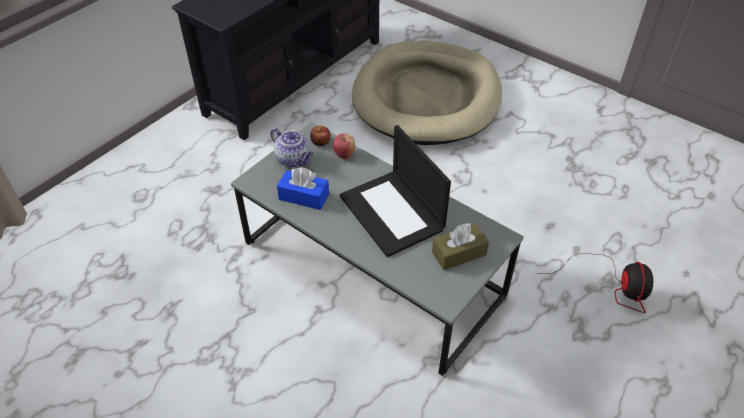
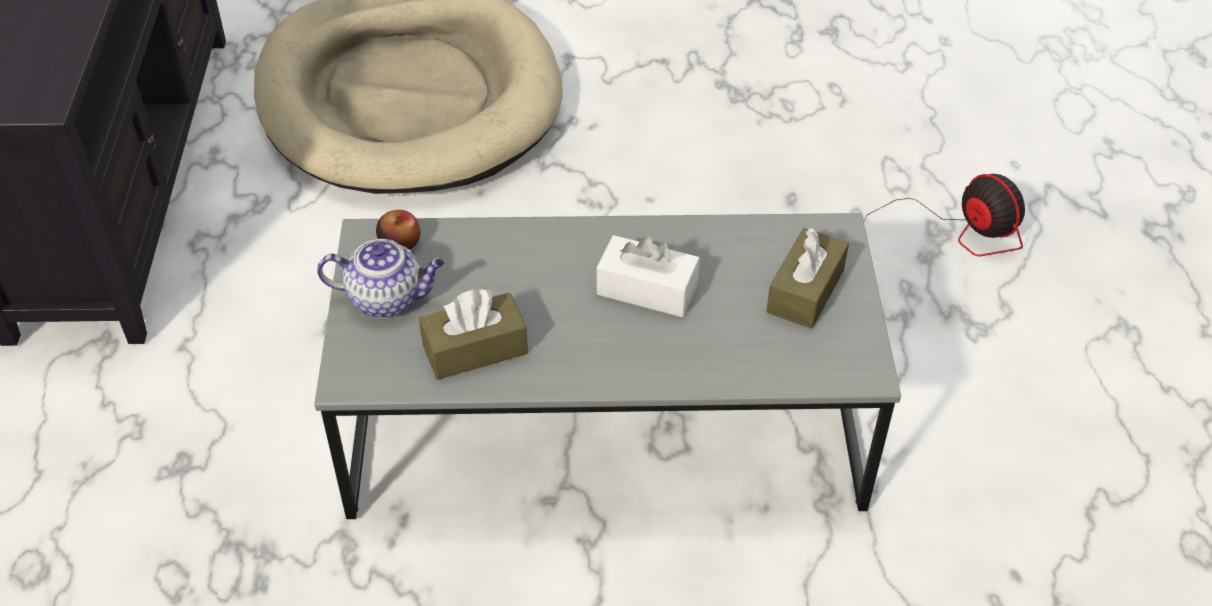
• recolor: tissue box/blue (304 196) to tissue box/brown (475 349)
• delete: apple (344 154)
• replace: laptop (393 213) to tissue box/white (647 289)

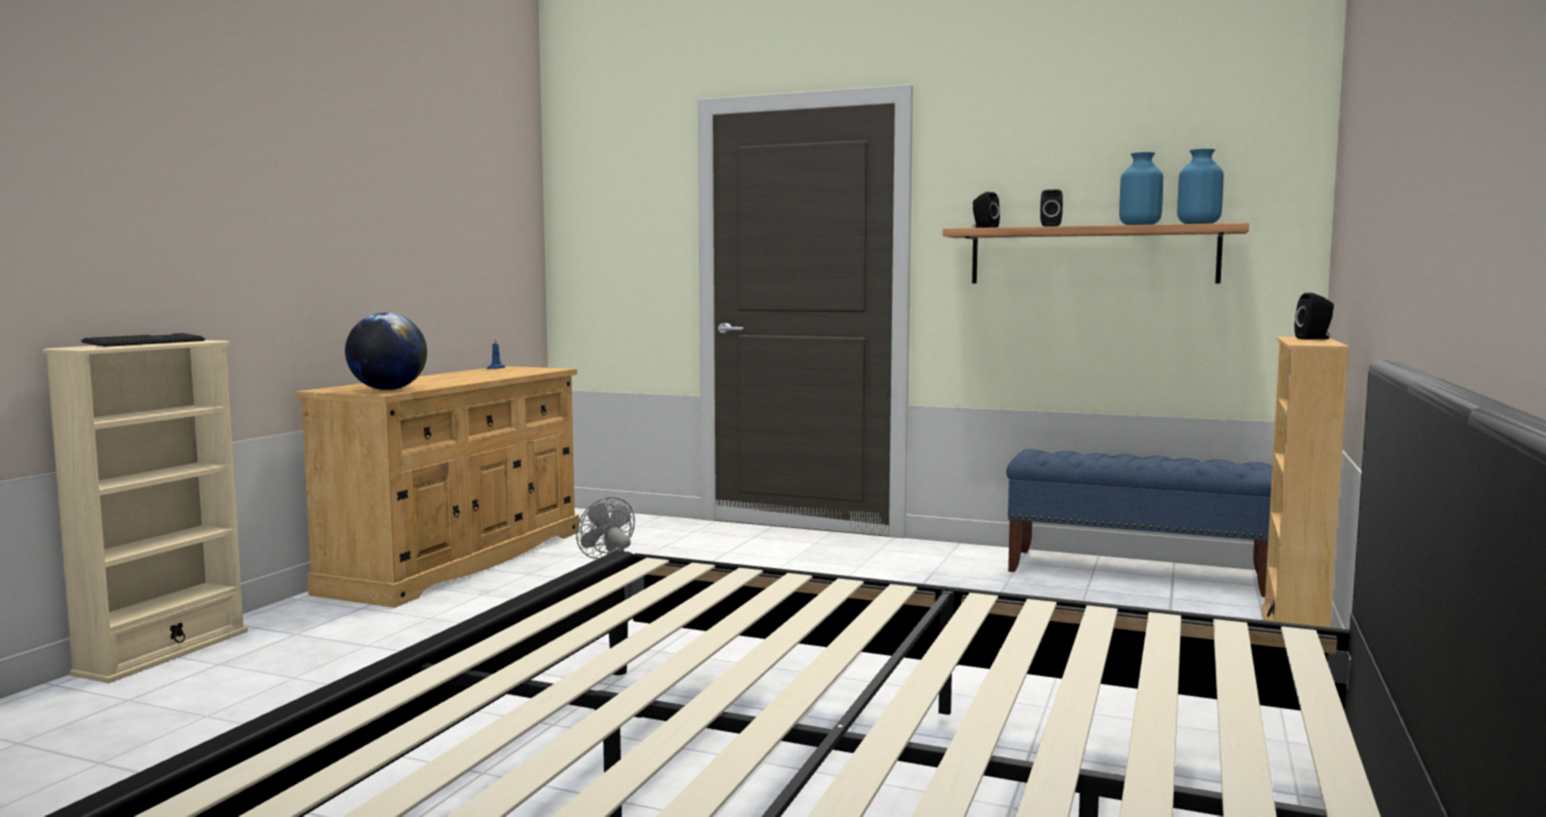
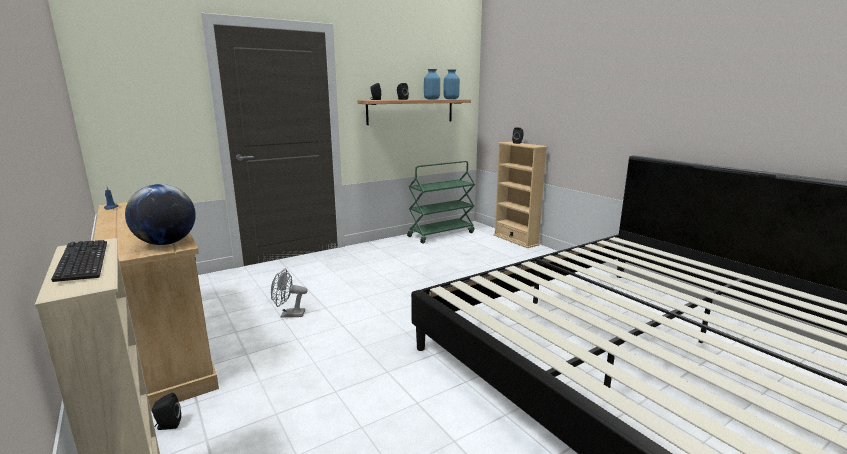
• replace: bench/blue (1136 572) to cart/green (441 234)
• insert: speaker/black (167 425)

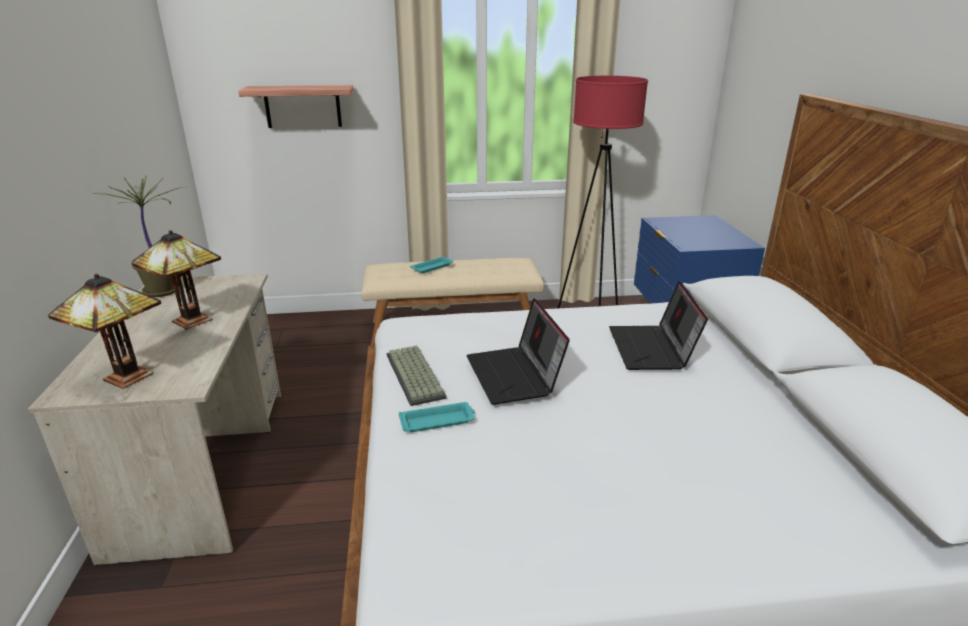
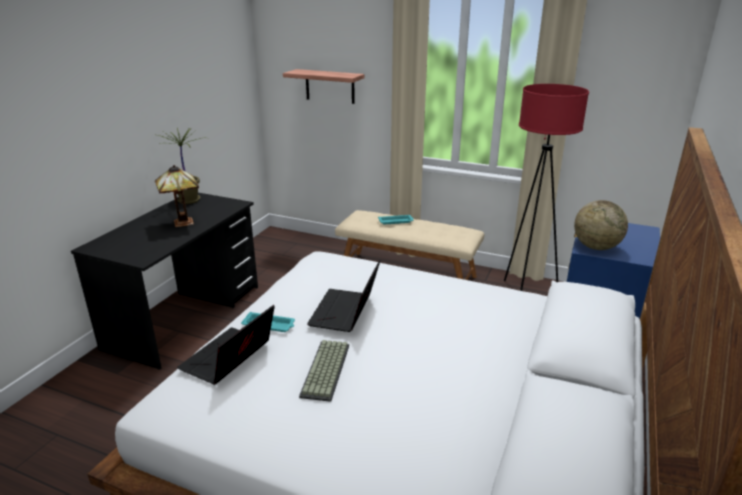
• recolor: desk/beige (205 465) to desk/black (186 316)
• delete: table lamp (127 379)
• move: keyboard (416 376) to (327 371)
• move: laptop (652 349) to (229 359)
• insert: globe (596 247)

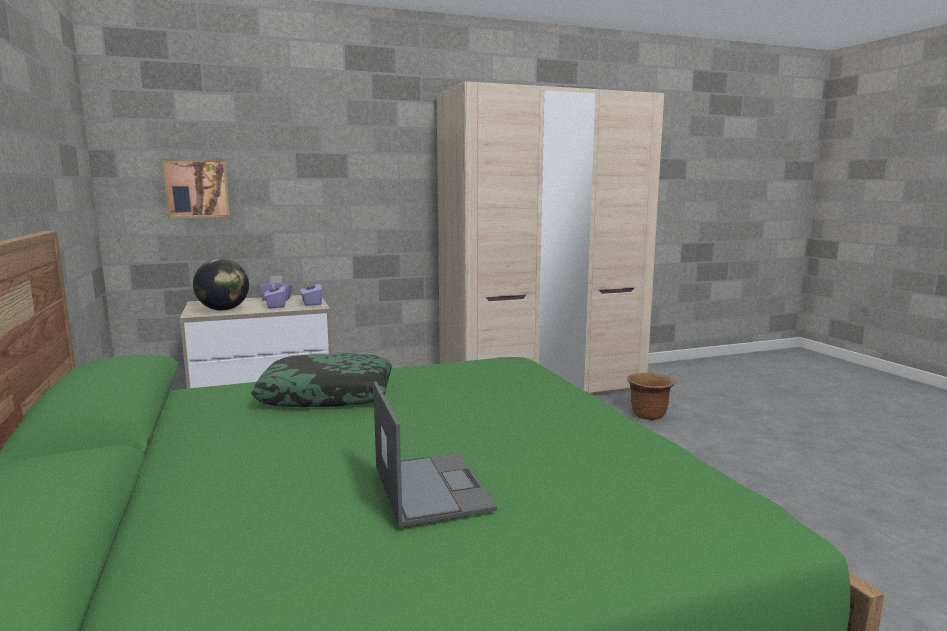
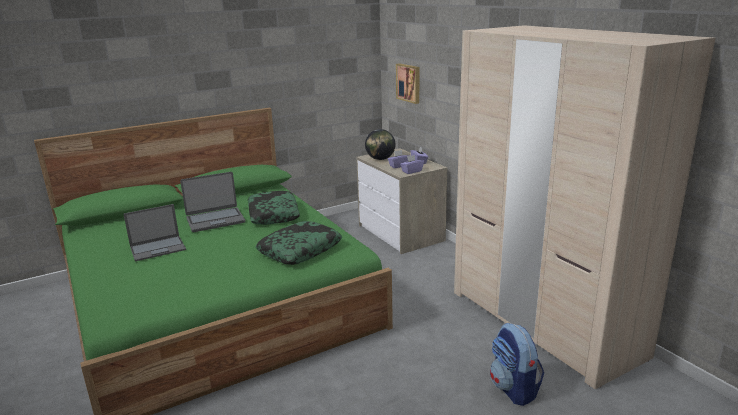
• replace: planter/brown (648 415) to backpack (514 389)
• insert: laptop (215 220)
• insert: pillow (300 250)

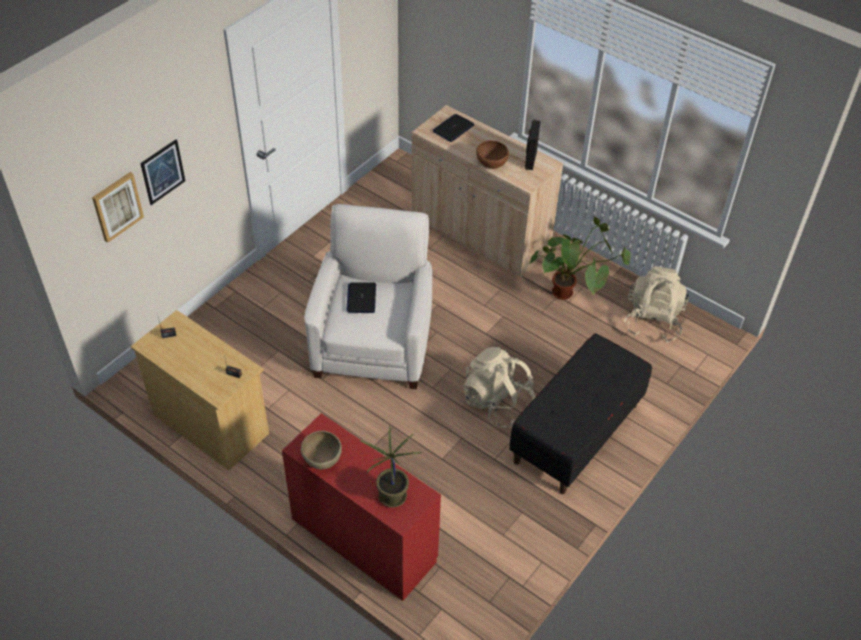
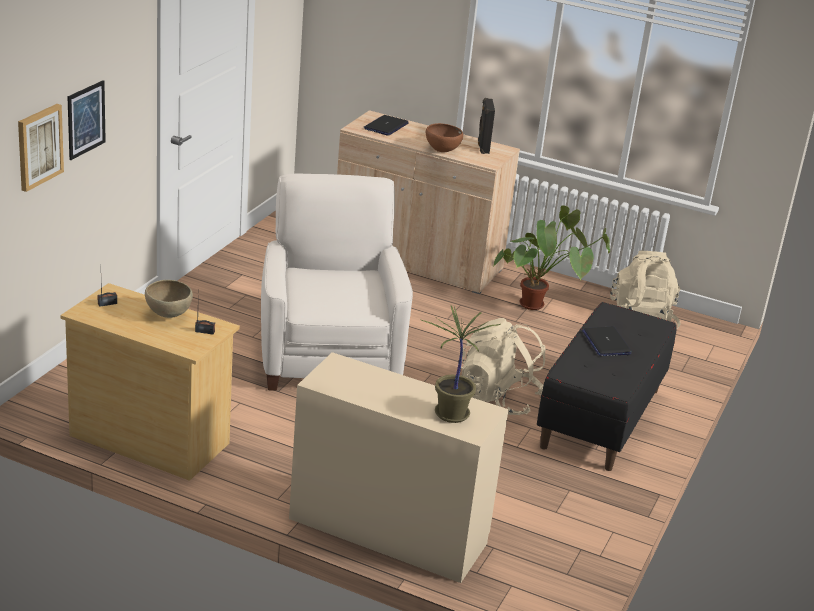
• recolor: desk/red (363 540) to desk/beige (387 530)
• move: bowl/brown (322 460) to (168 315)
• move: laptop (361 298) to (606 342)

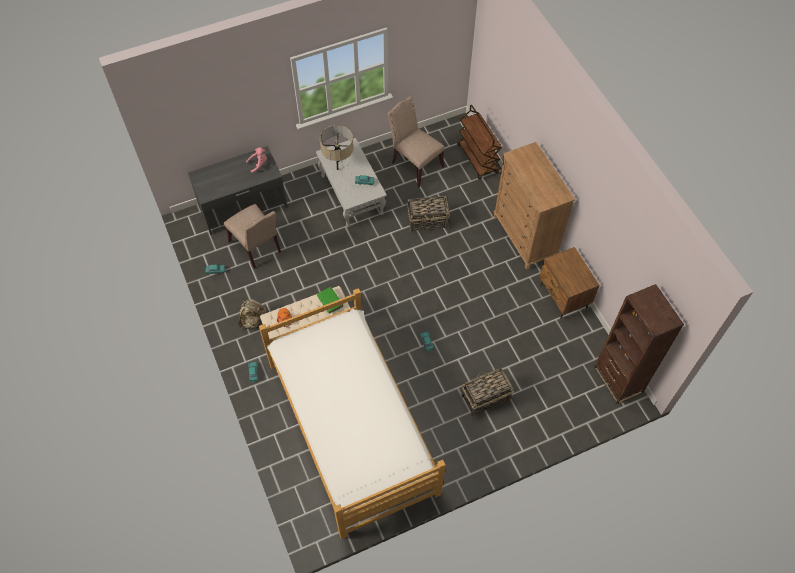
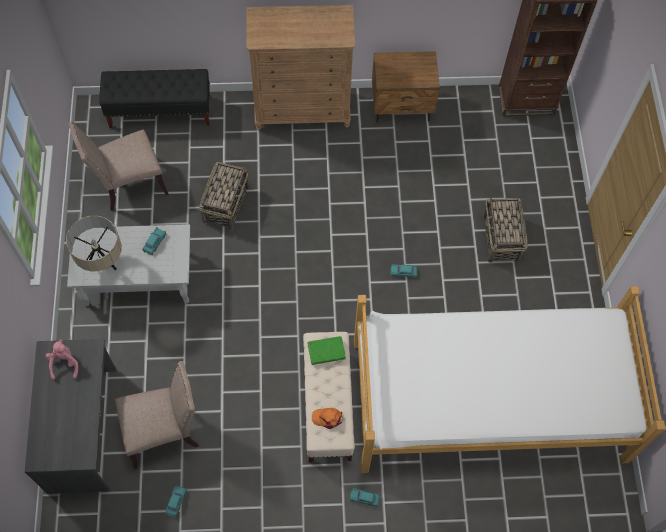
• delete: backpack/beige (253 320)
• replace: cart/brown (477 159) to bench/black (160 111)

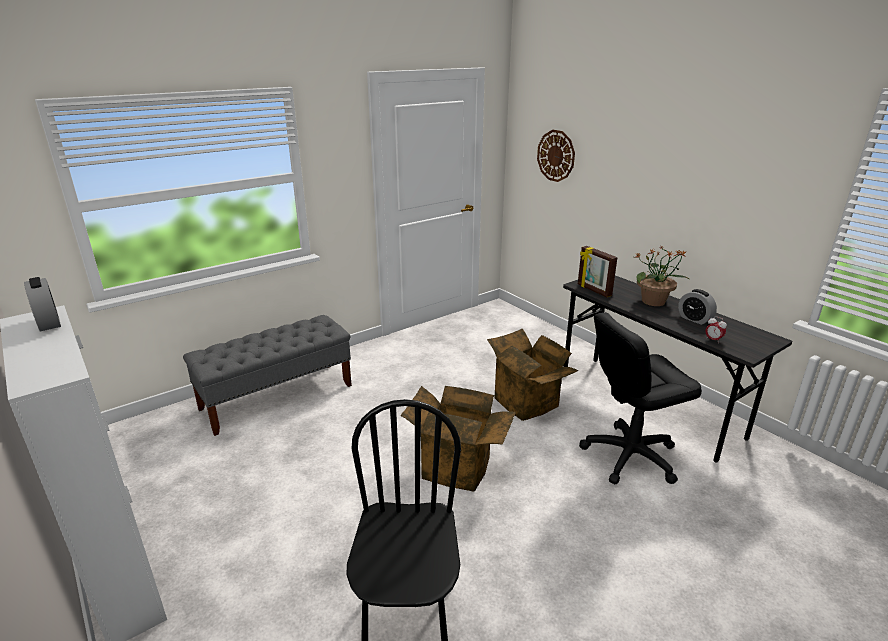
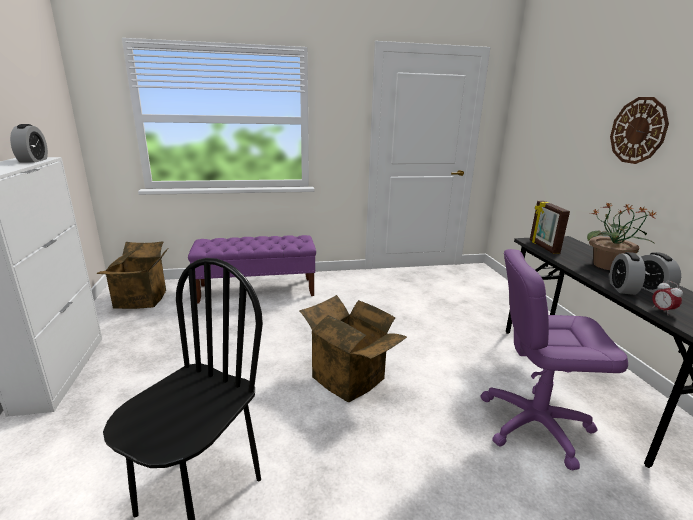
• recolor: bench/grey (277 397) to bench/purple (257 290)
• move: cardboard box (529 402) to (143 299)
• move: wall clock (556 155) to (638 130)
• recolor: office chair/black (630 456) to office chair/purple (534 424)
• insert: alarm clock (622 288)

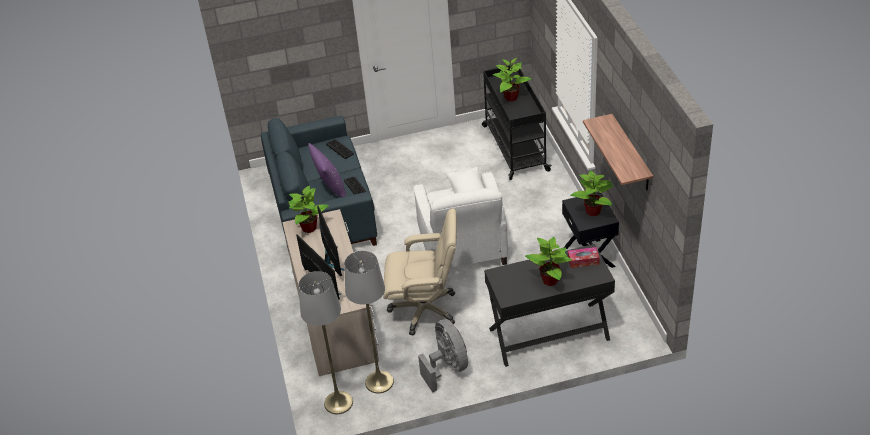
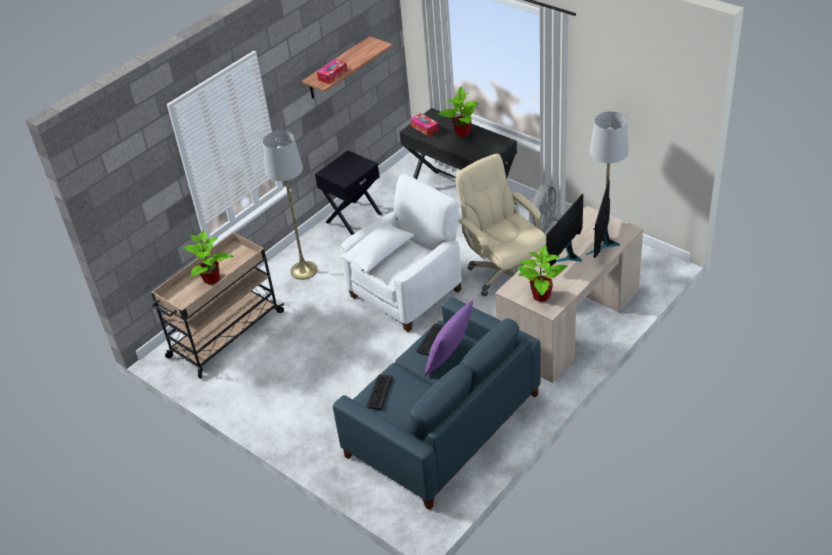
• move: floor lamp/grey (338 402) to (303 270)
• recolor: cart/black (514 147) to cart/beige (224 335)
• delete: potted plant (593 211)
• insert: tissue box (332 75)

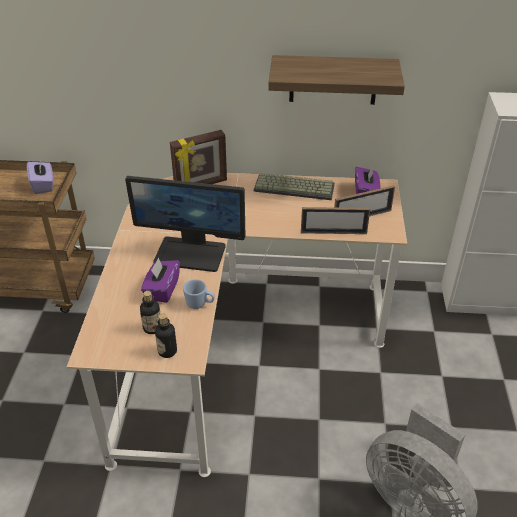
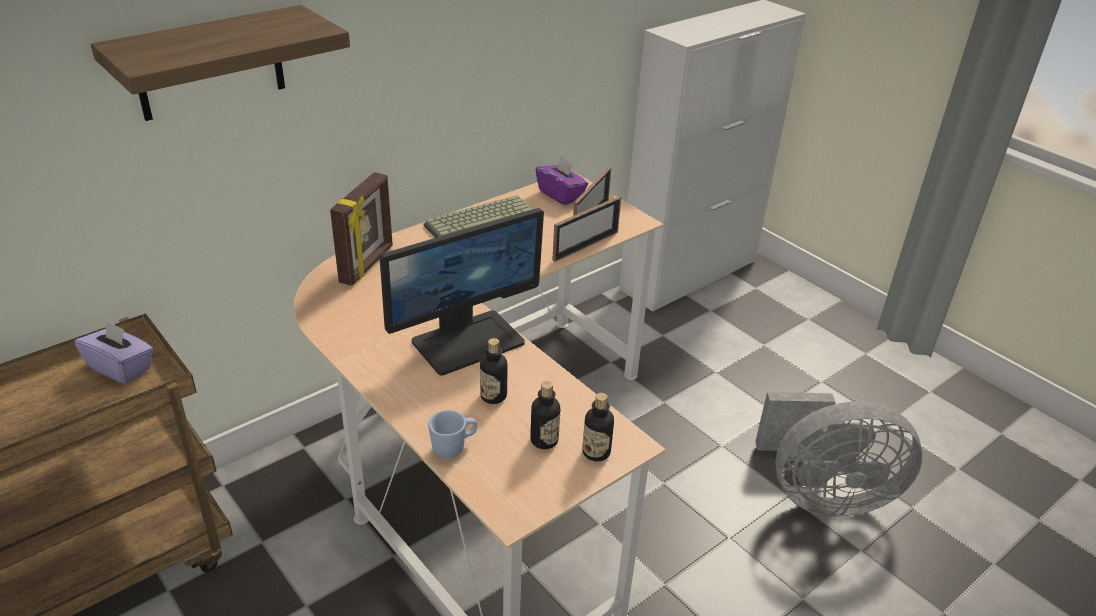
• replace: tissue box/purple (162 290) to bottle (493 396)
• move: mug/blue (200 304) to (454 447)
• move: shelf (333 80) to (210 63)

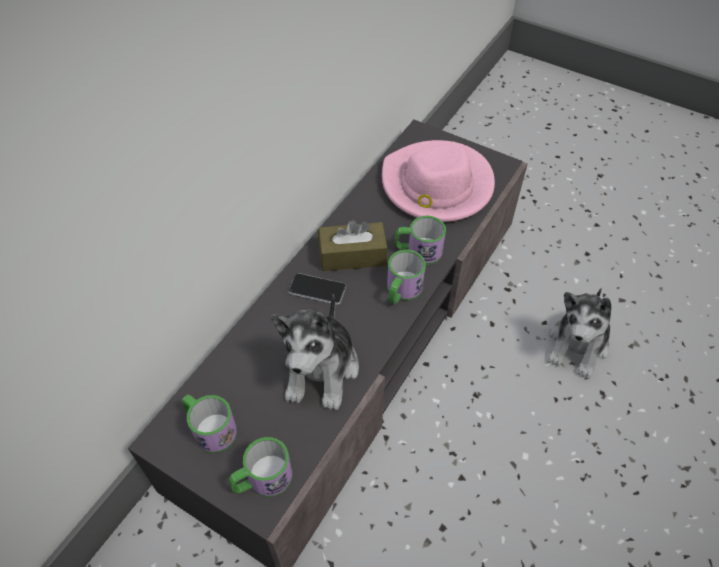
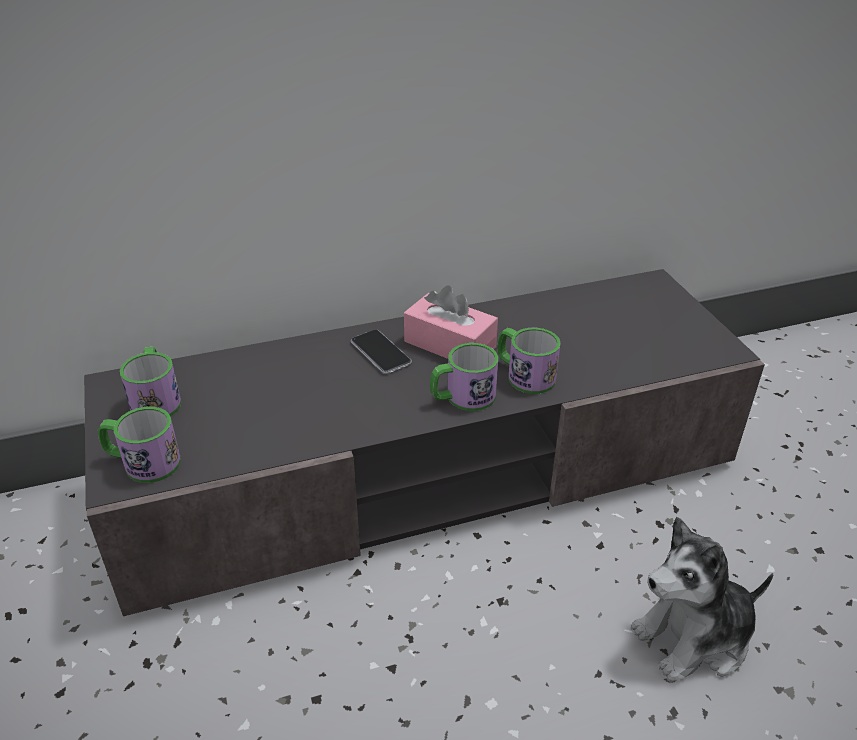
• delete: plush toy (321 369)
• recolor: tissue box/brown (352 255) to tissue box/pink (450 344)
• delete: hat/pink (436 186)

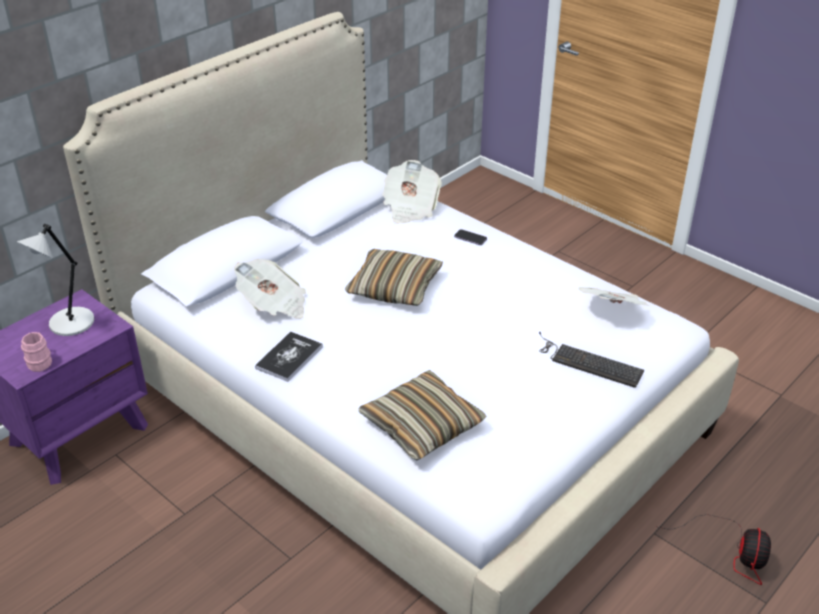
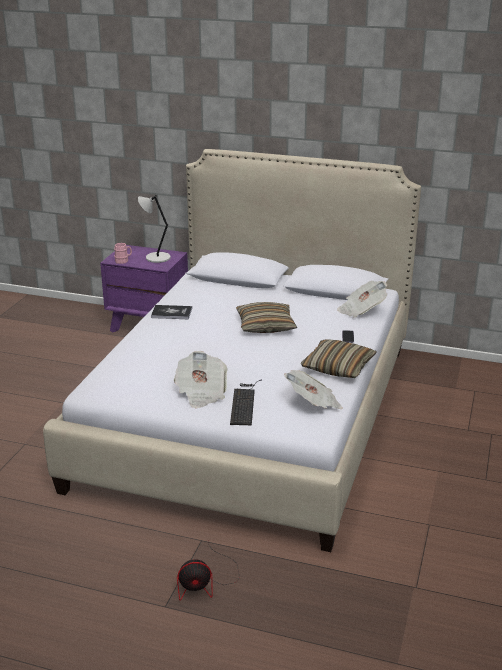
• move: newspaper (273 305) to (201 393)
• move: pillow (422 425) to (338 367)

